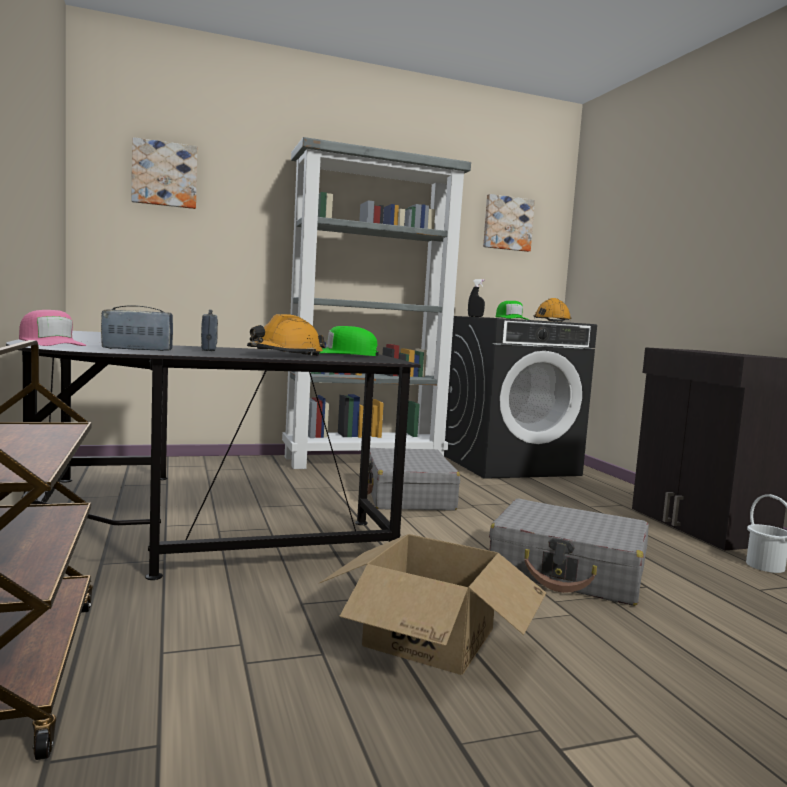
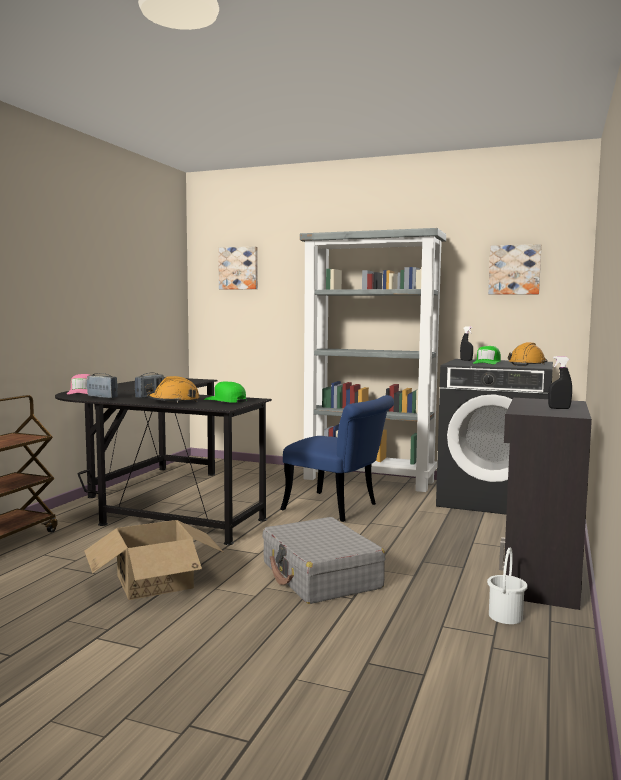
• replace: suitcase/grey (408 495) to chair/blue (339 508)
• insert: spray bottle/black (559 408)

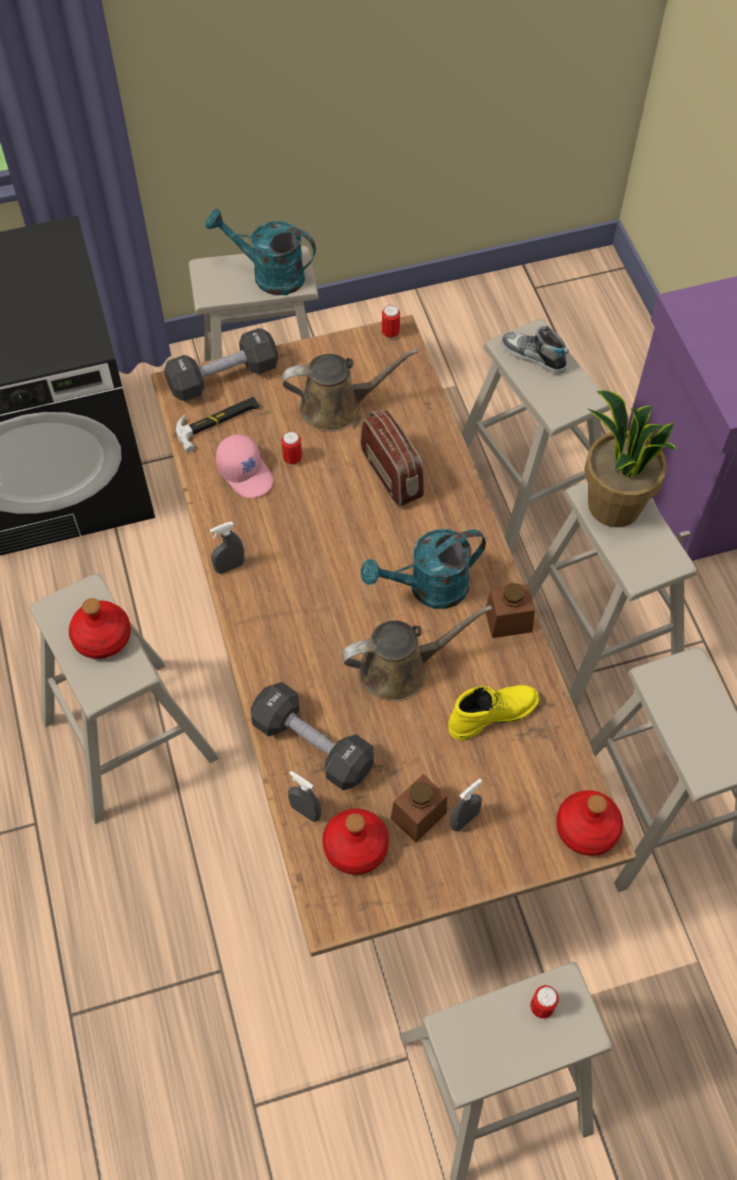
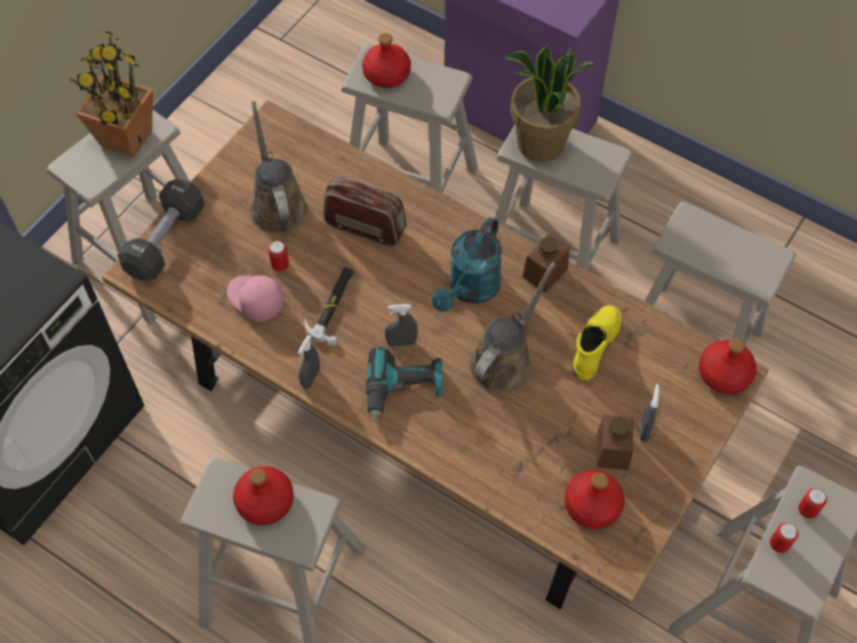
• move: hammer (218 423) to (334 306)
• replace: watering can/turquoise (269 275) to potted plant (126 138)
• rotate: cap/pink (246 472) = (254 300) 150 degrees counterclockwise
• delete: dumbbell/black (312 745)
• rotate: watering can/brown (337 407) = (277 204) 60 degrees counterclockwise
• move: spray bottle/grey (305 811) to (401 342)
• move: can (390 333) to (779 544)
• replace: shoe (533 356) to bottle/red (387 74)
• insert: power drill (404 390)

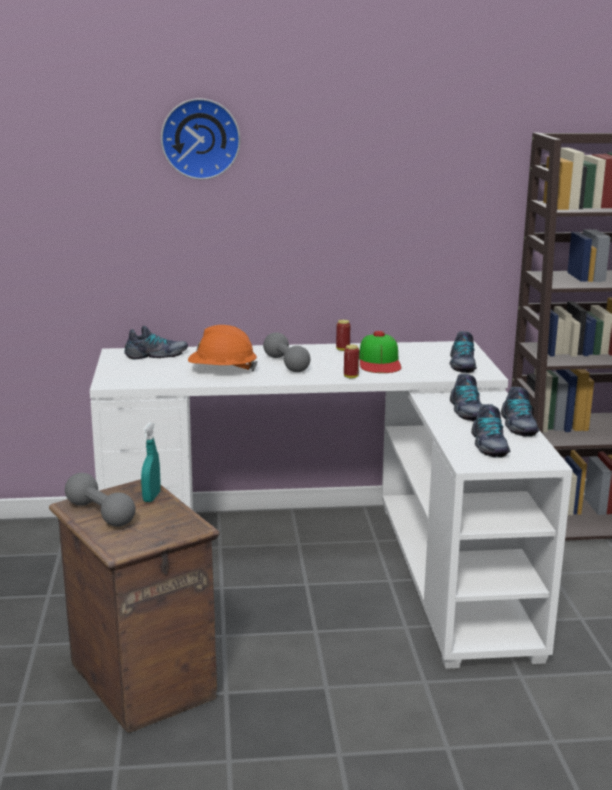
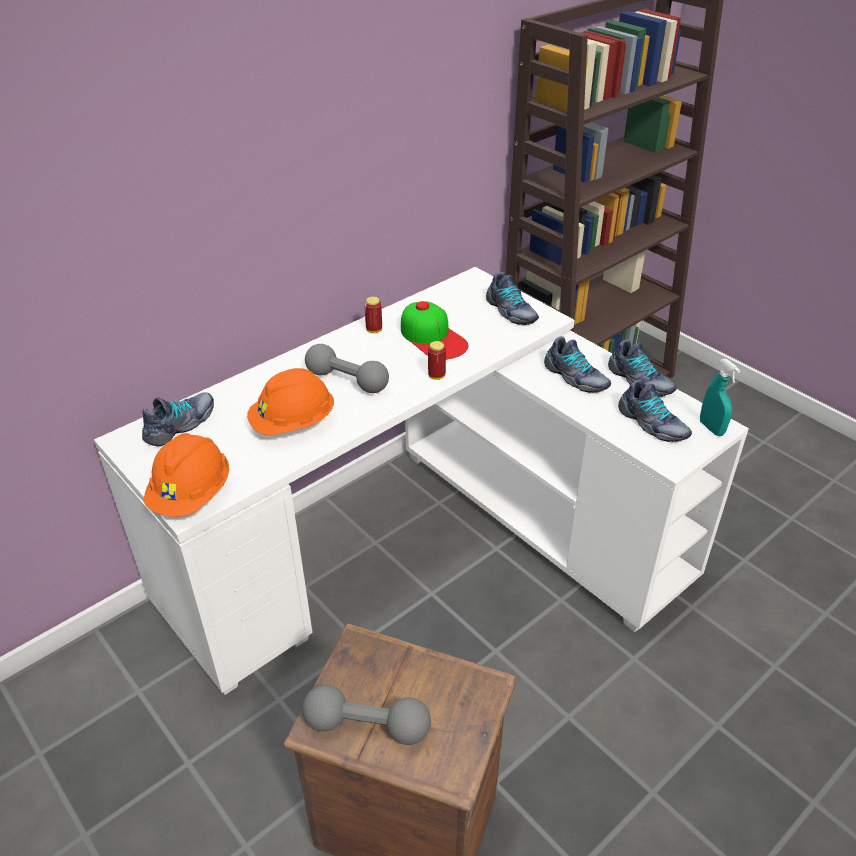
• move: spray bottle/turquoise (151 497) to (711 428)
• delete: wall clock (200 138)
• insert: hard hat/orange (192 495)

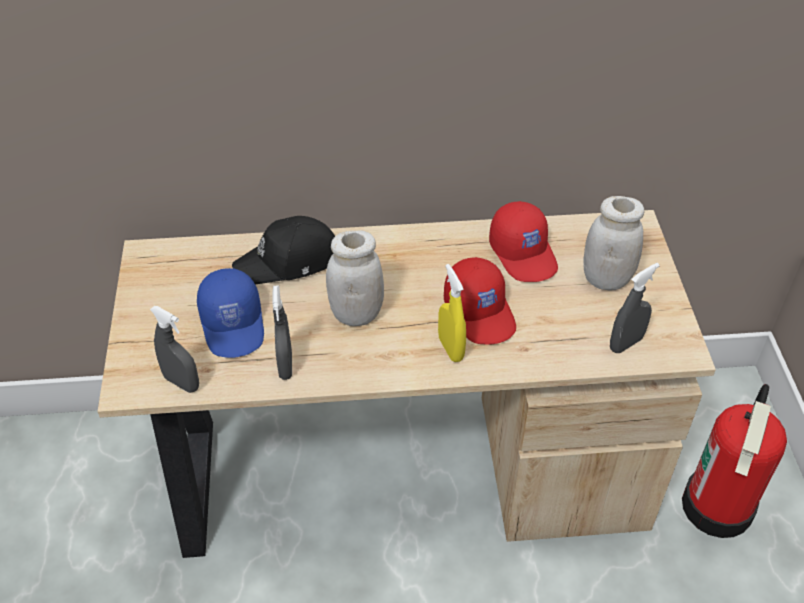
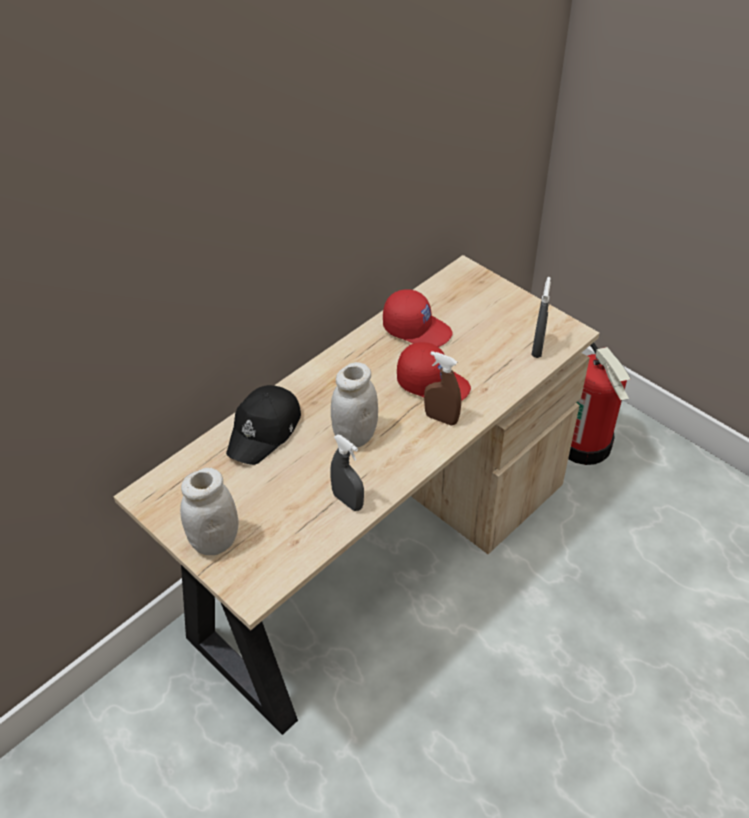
• delete: spray bottle/grey (182 383)
• delete: cap/blue (234 324)
• recolor: spray bottle/yellow (450 349) to spray bottle/brown (441 418)
• move: jar/white (606 279) to (215 541)

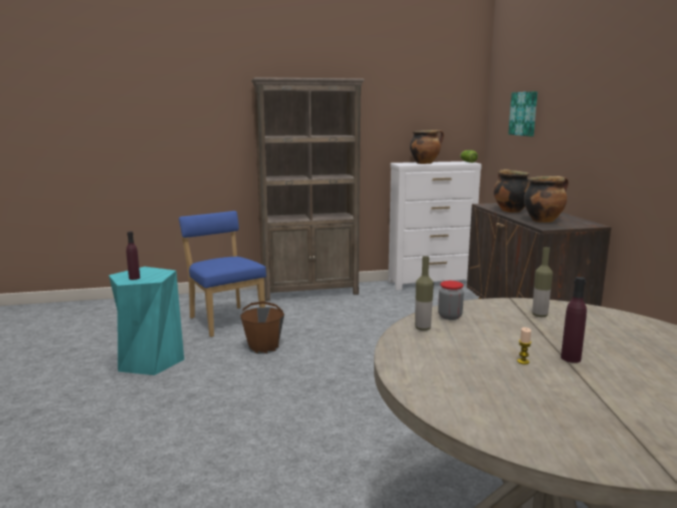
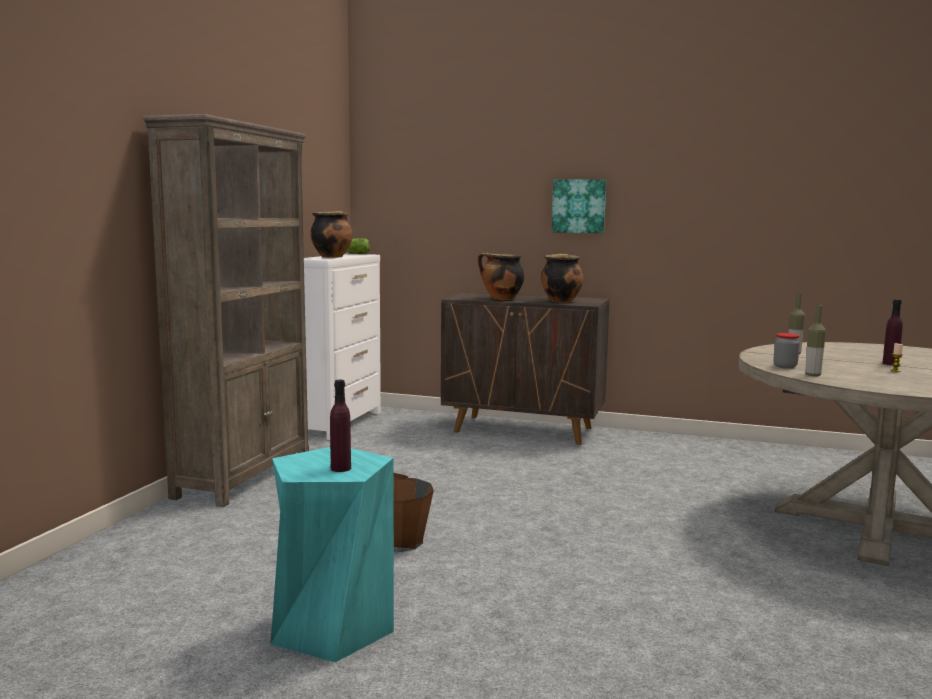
• delete: chair/blue (225 320)
• move: picture (524 113) to (579 206)

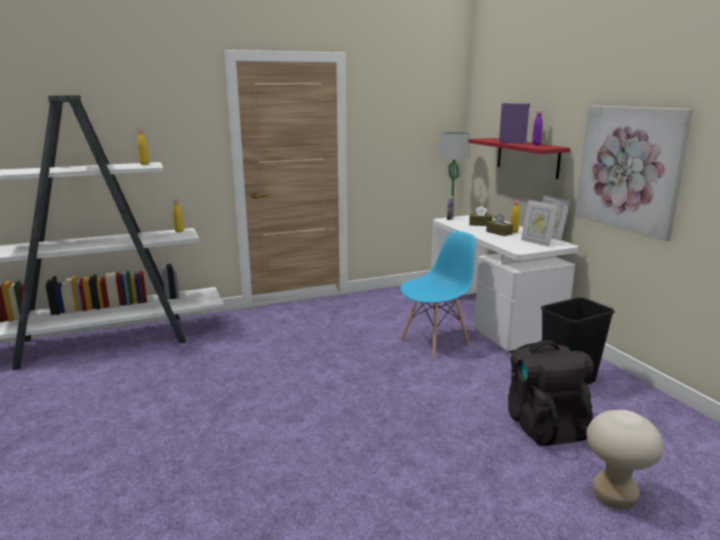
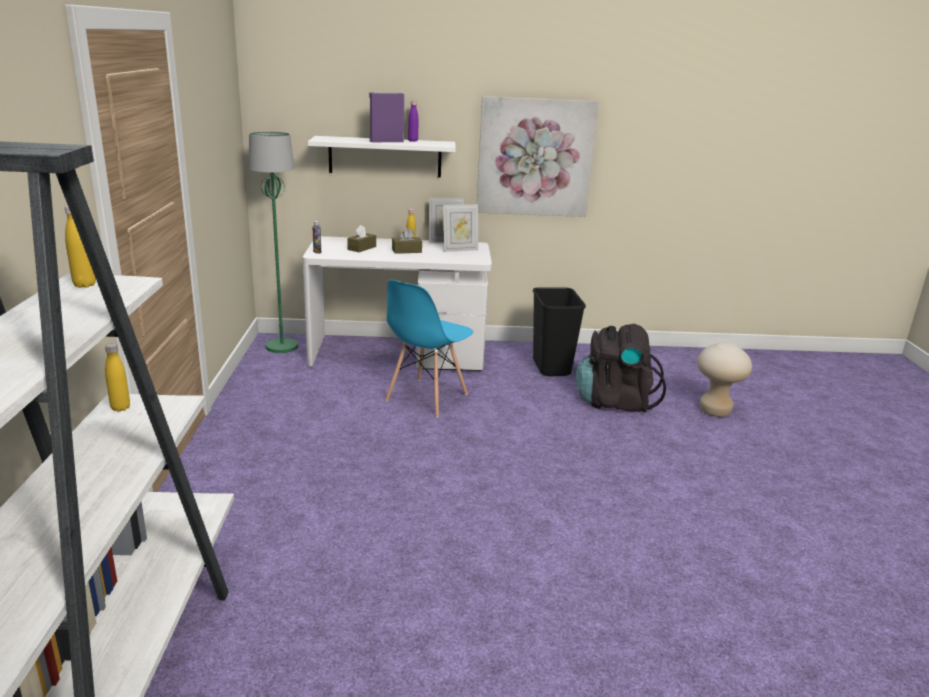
• rotate: chair/blue (435 343) = (426 398) 135 degrees counterclockwise
• recolor: shelf/red (527 157) to shelf/white (385 157)

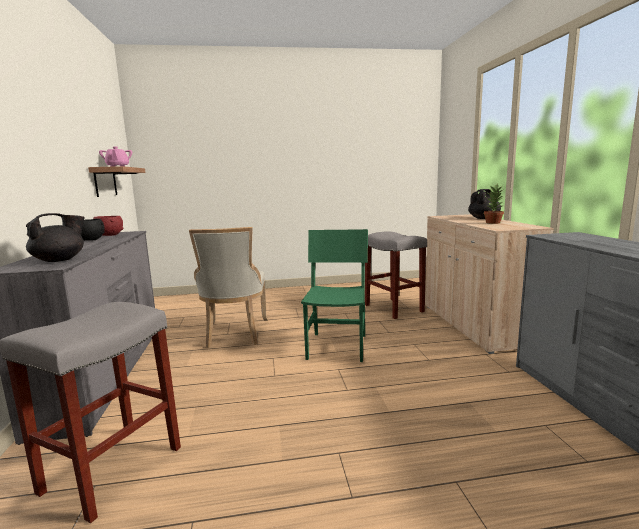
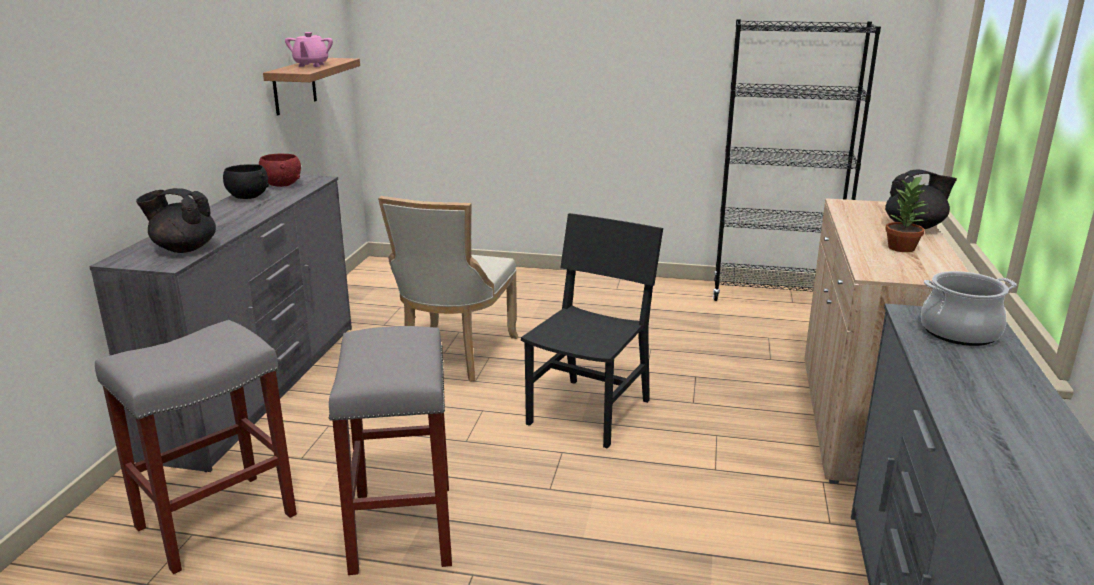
• rotate: teapot/black (60 260) = (184 248) 150 degrees counterclockwise
• recolor: chair/green (337 346) to chair/black (589 412)
• move: stool/grey (393 308) to (401 526)
• insert: bookcase/black (774 297)
• insert: cooking pot (959 332)

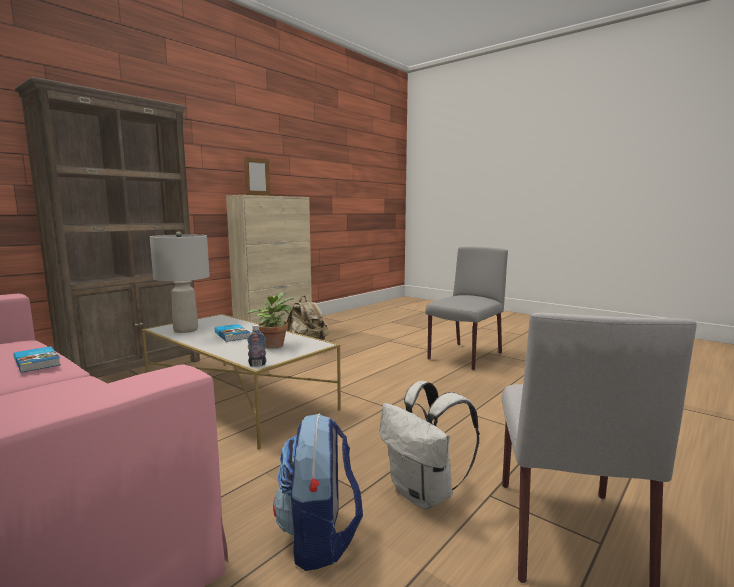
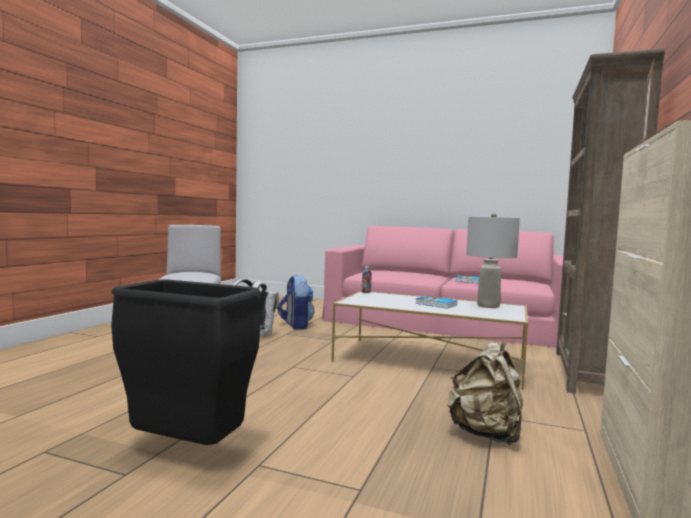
• delete: potted plant (273 344)
• replace: chair/grey (464 356) to trash can/black (187 452)

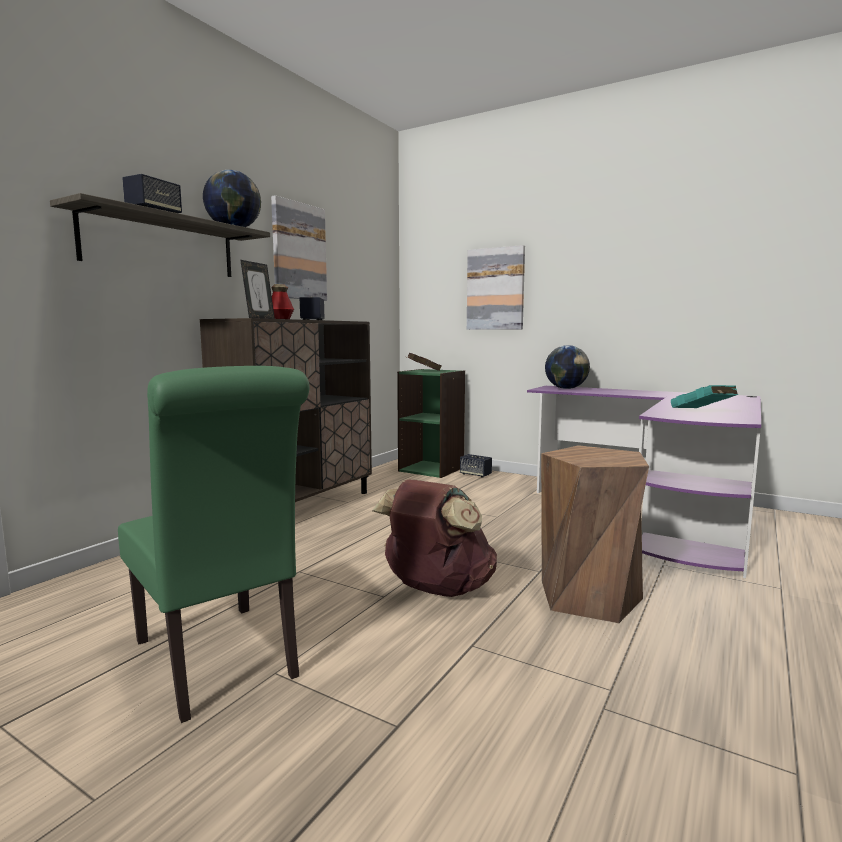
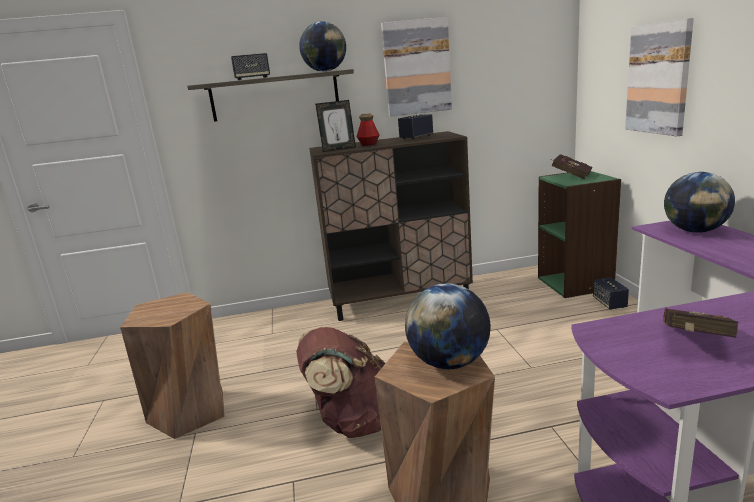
• replace: chair/green (220 663) to stool/brown (189 411)
• recolor: book/turquoise (703 411) to book/red (694 343)
• insert: globe (449 362)

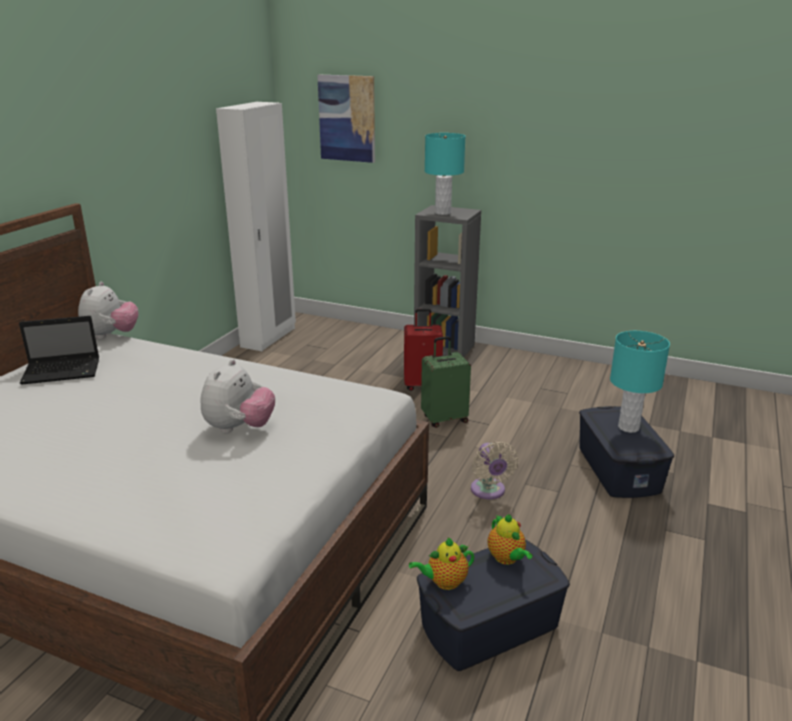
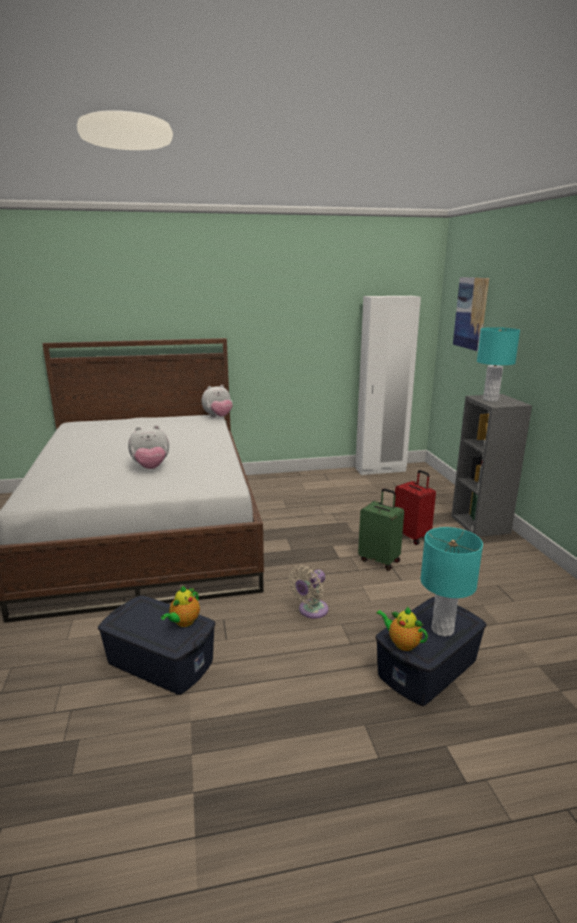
• delete: laptop (63 371)
• move: teapot (444 582) to (402 643)

